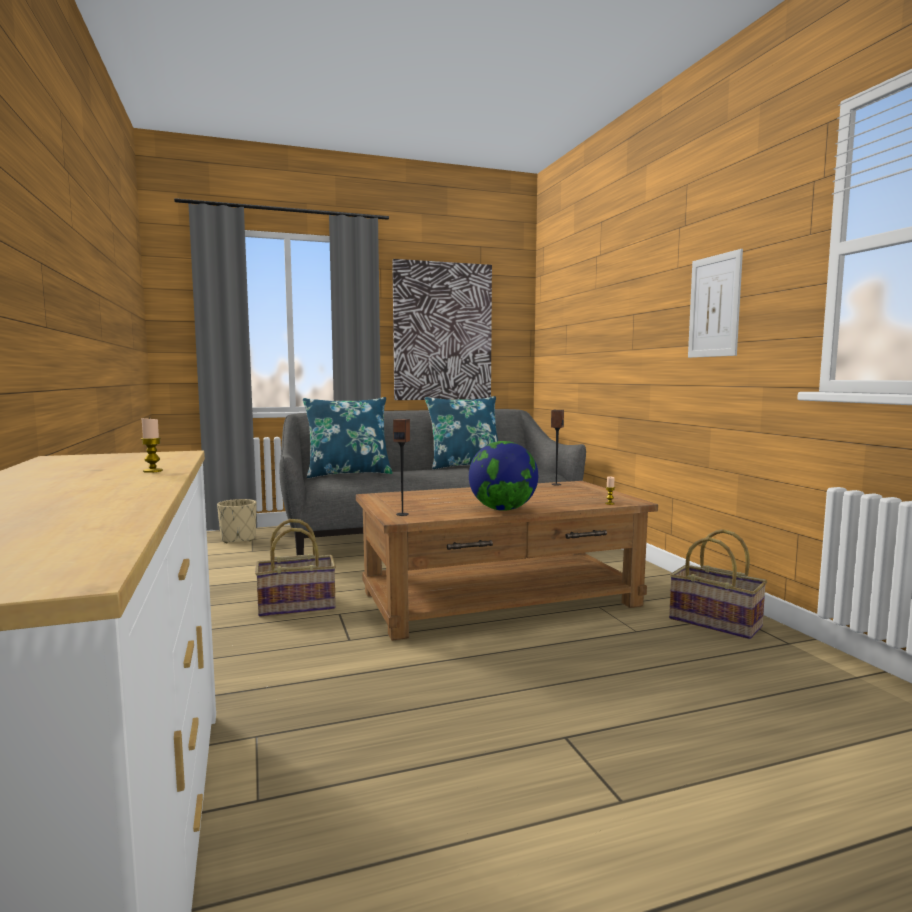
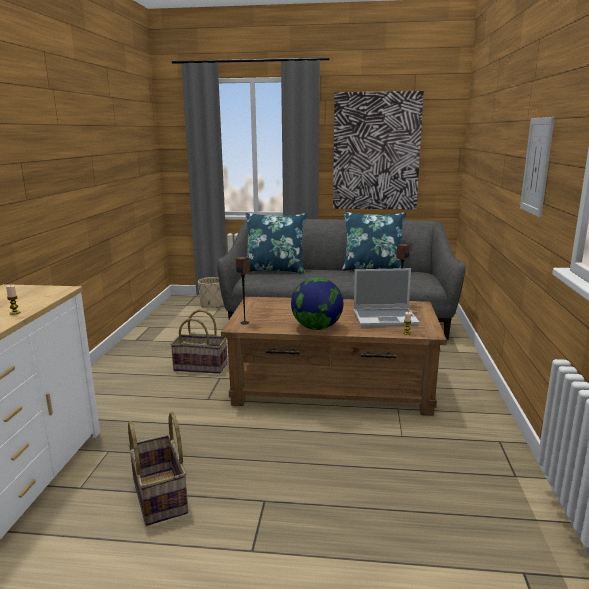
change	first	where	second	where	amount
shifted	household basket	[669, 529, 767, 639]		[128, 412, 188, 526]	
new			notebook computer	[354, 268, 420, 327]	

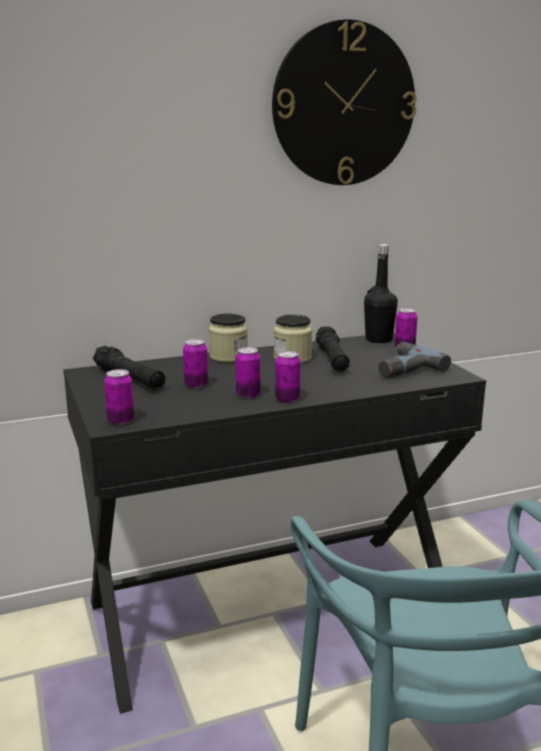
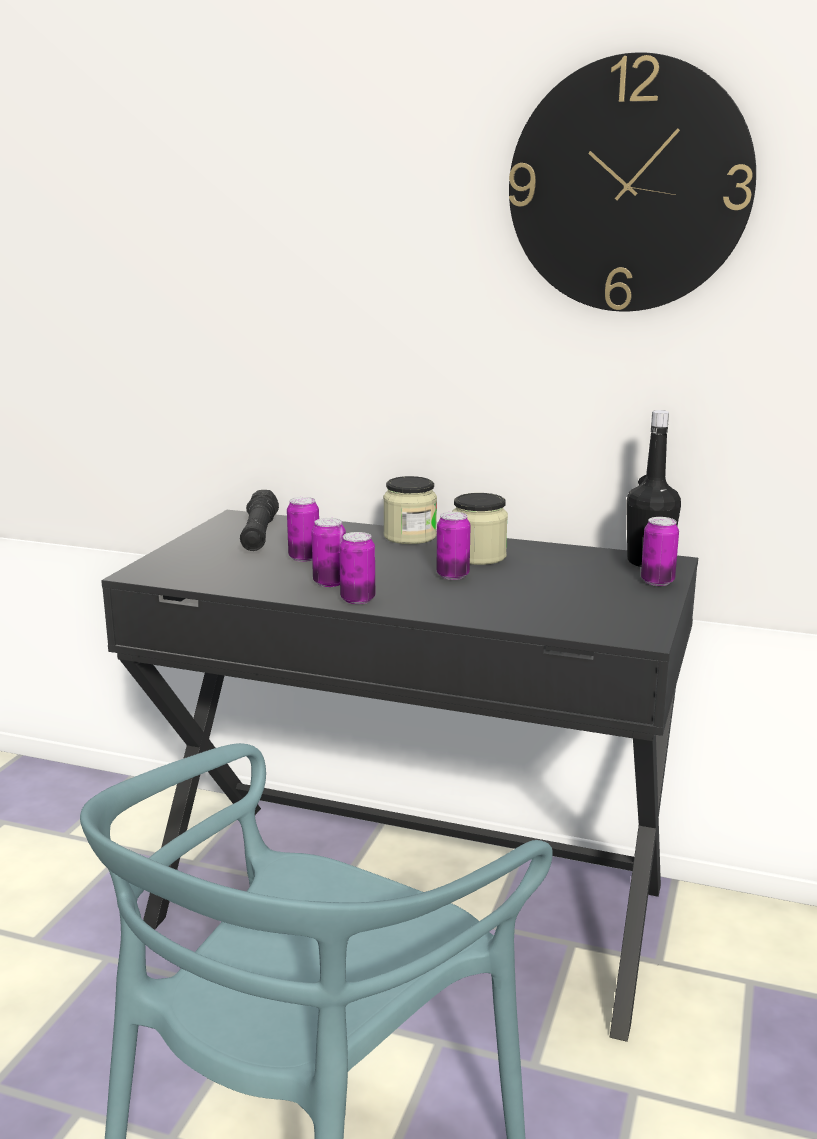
change	first	where	second	where	amount
shifted	metal can	[104, 369, 134, 425]		[437, 512, 471, 580]	
gone	black-coloured flashlight	[316, 327, 350, 372]			
gone	power drill	[379, 342, 451, 378]			

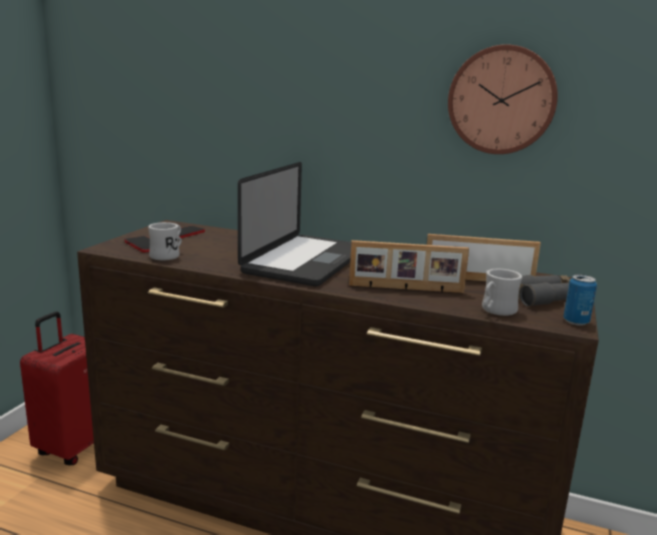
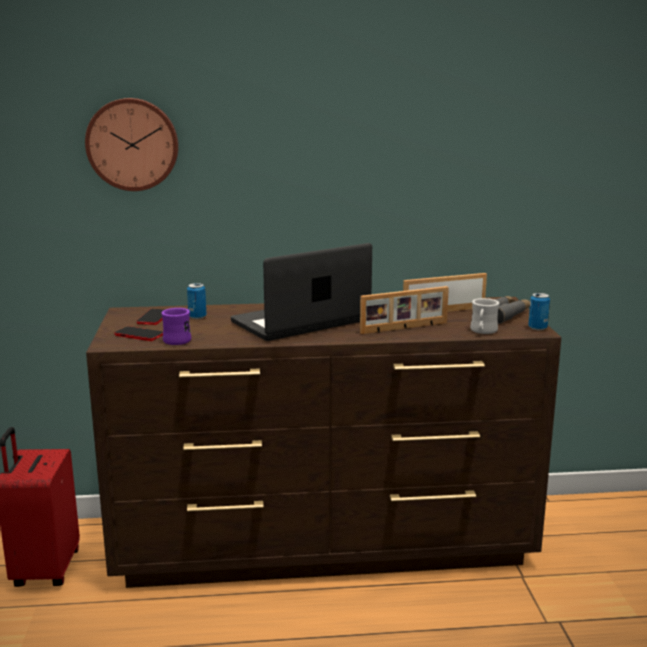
change	first	where	second	where	amount
shifted	wall clock	[448, 45, 558, 154]		[85, 98, 179, 191]	
repainted	whitish mug	[148, 222, 182, 260]	purplish mug	[161, 308, 191, 345]	
new			metal can	[187, 283, 206, 319]	
rotated	notebook computer	[238, 162, 351, 287]		[231, 243, 372, 341]	120 degrees counterclockwise

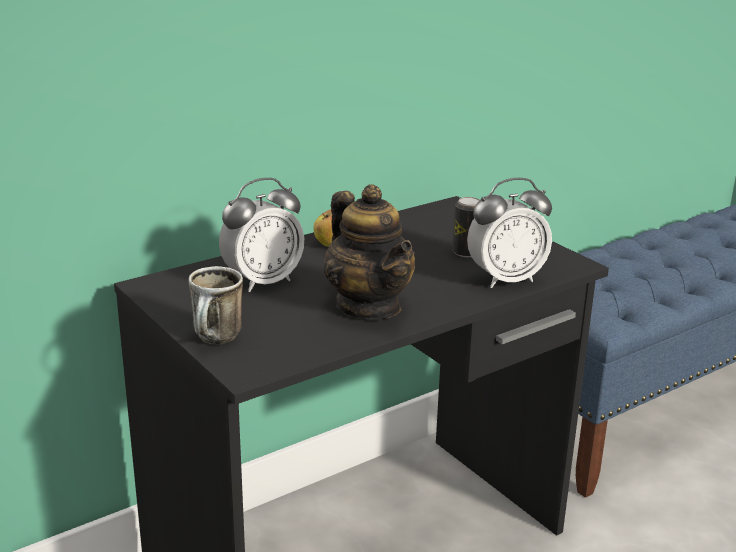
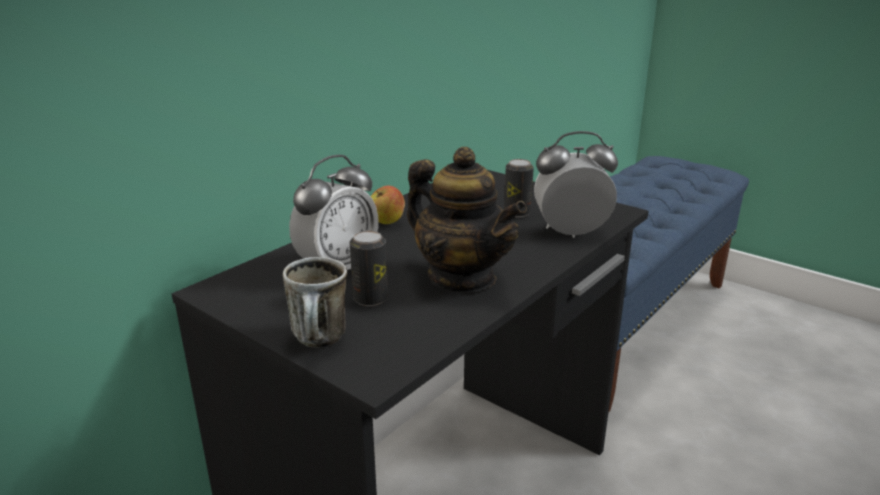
change	first	where	second	where	amount
new			metal can	[349, 230, 388, 306]	
rotated	bedside clock	[467, 178, 552, 288]		[534, 131, 618, 238]	150 degrees counterclockwise

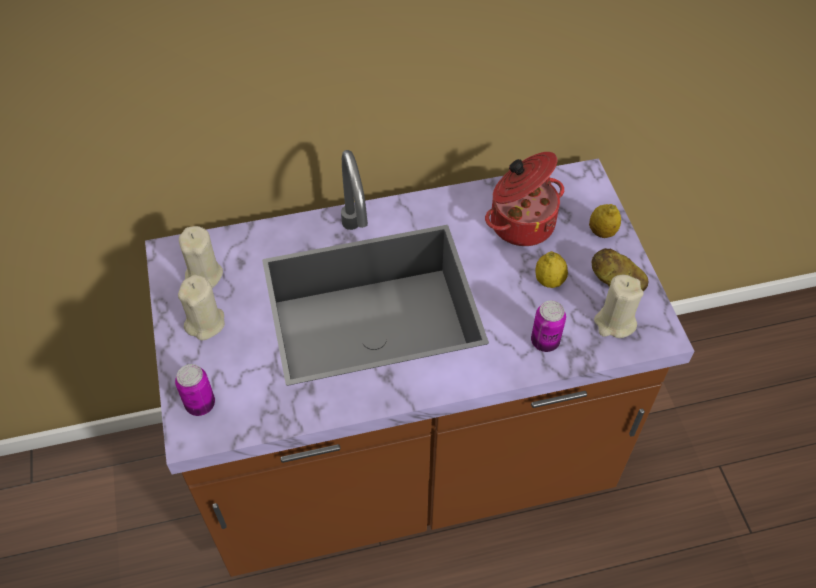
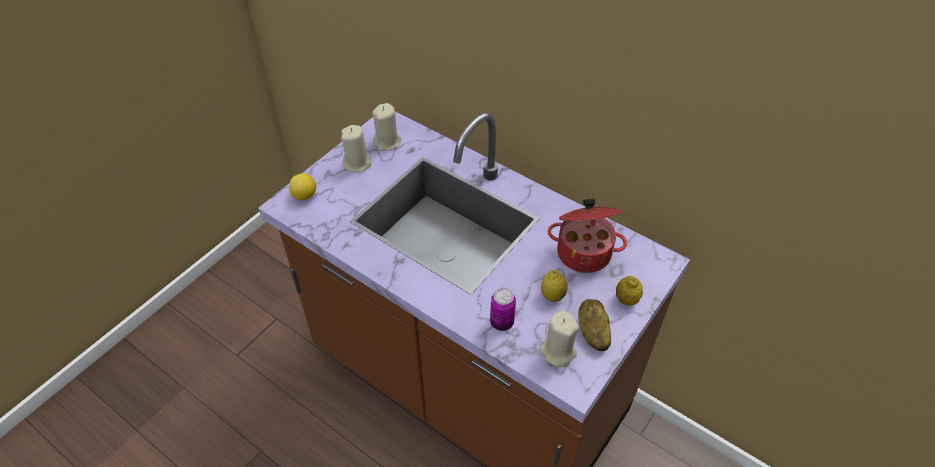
change	first	where	second	where	amount
swapped	metal can	[175, 364, 215, 416]	citrus fruit	[289, 173, 316, 200]	

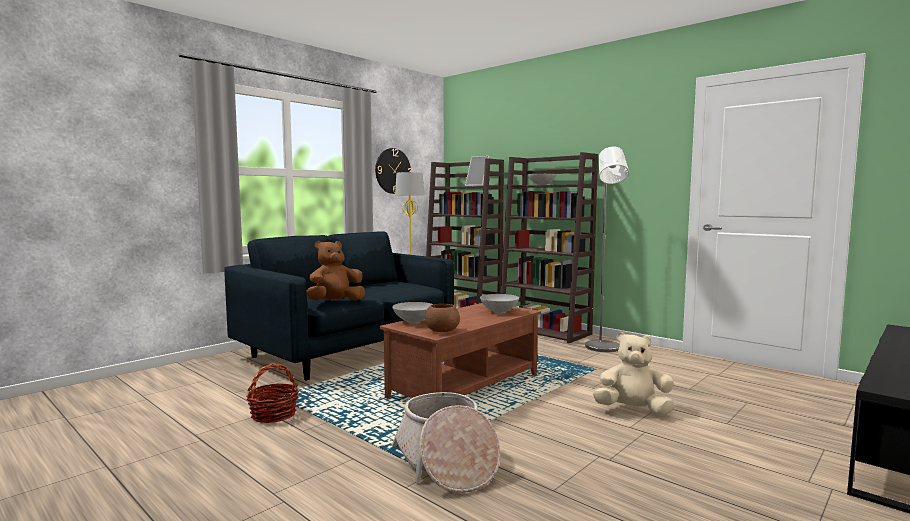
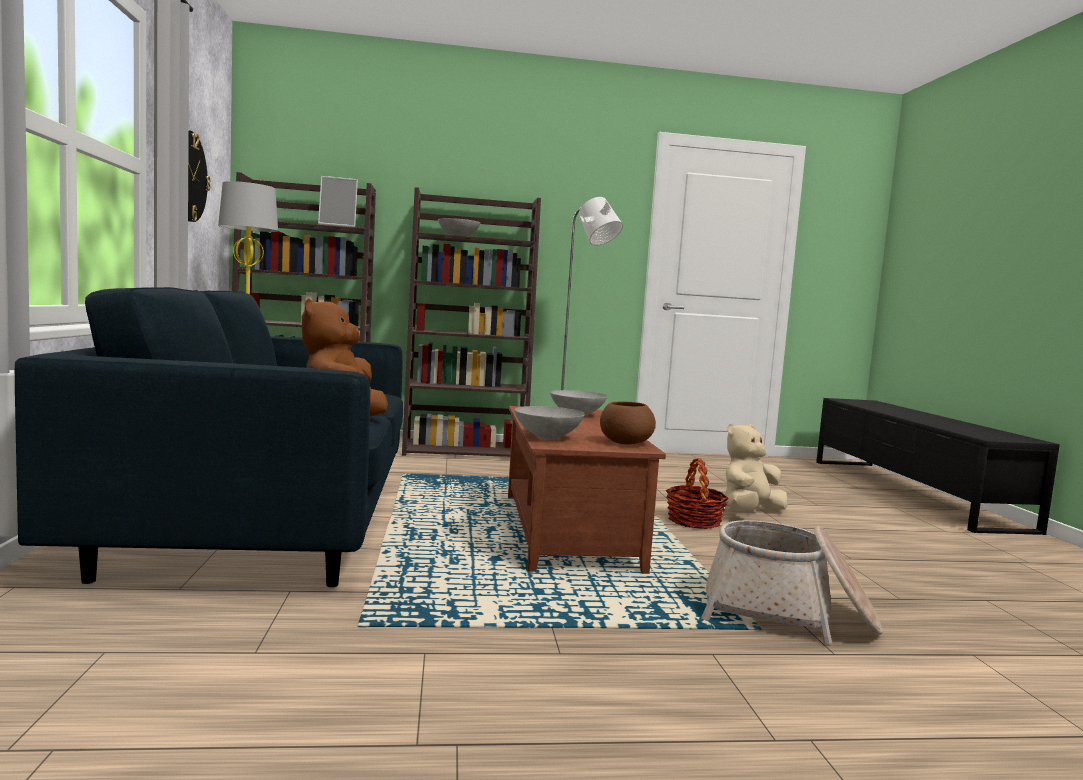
change	first	where	second	where	amount
shifted	household basket	[246, 363, 299, 423]		[666, 458, 729, 529]	

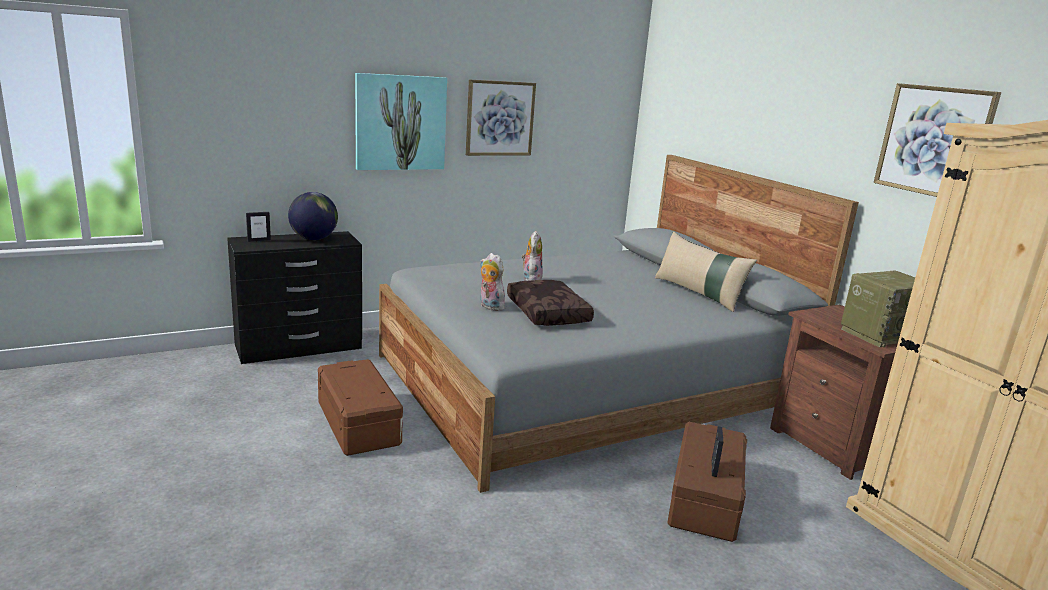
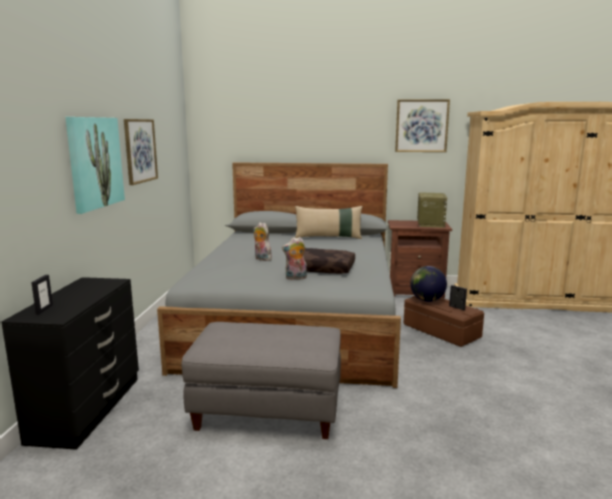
change	first	where	second	where	amount
swapped	brownish storage box	[318, 359, 403, 456]	greyish pouffe	[181, 322, 341, 439]	
shifted	globe	[288, 192, 338, 240]		[410, 266, 447, 302]	

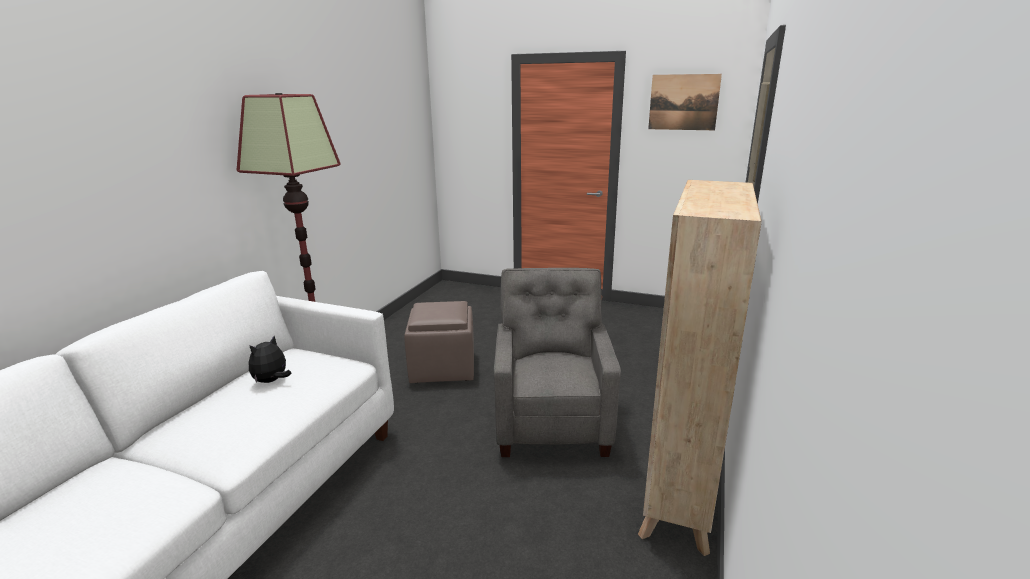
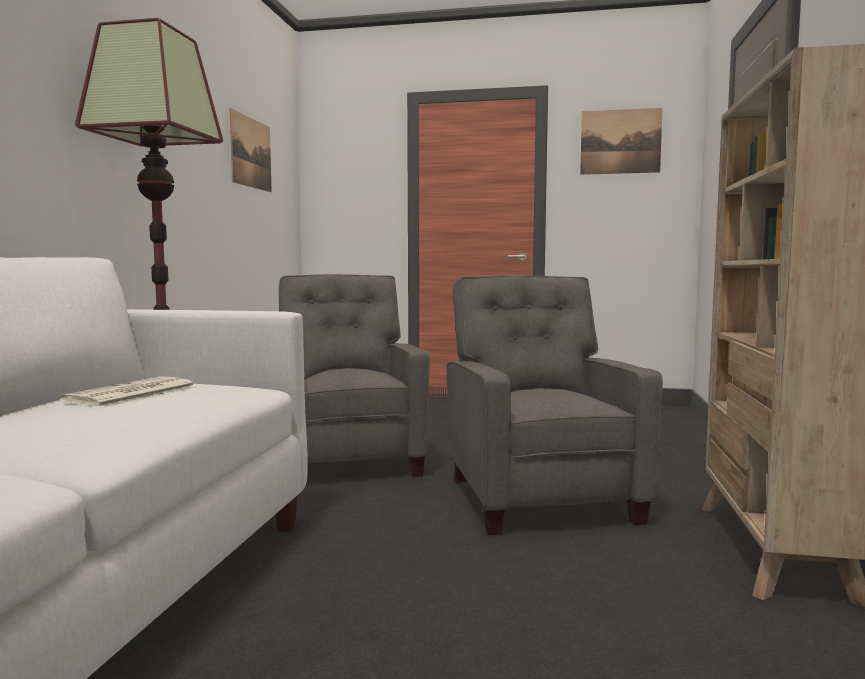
change	first	where	second	where	amount
swapped	soft toy	[249, 336, 291, 383]	daily paper	[60, 376, 196, 408]	
new			picture	[230, 108, 272, 192]	
swapped	brownish pouffe	[404, 301, 474, 383]	greyish armchair	[279, 274, 430, 477]	

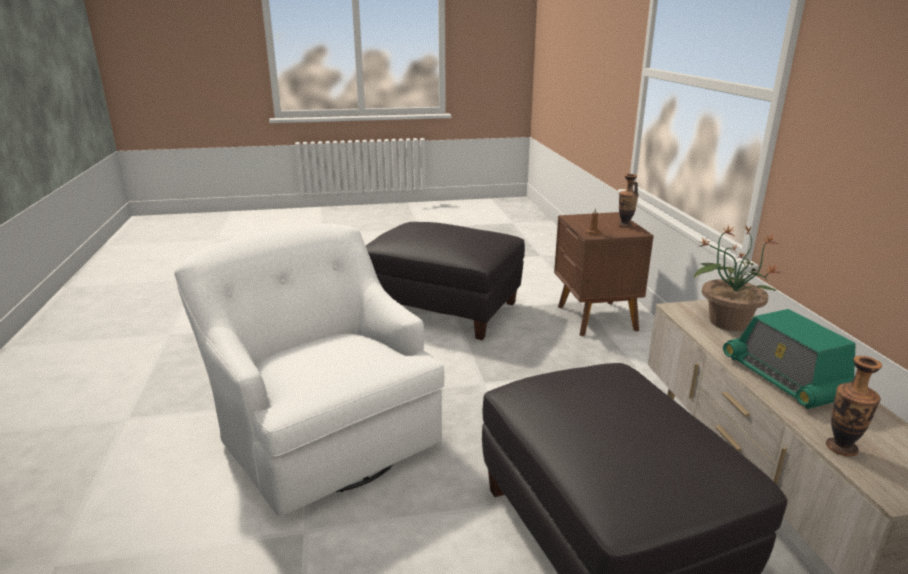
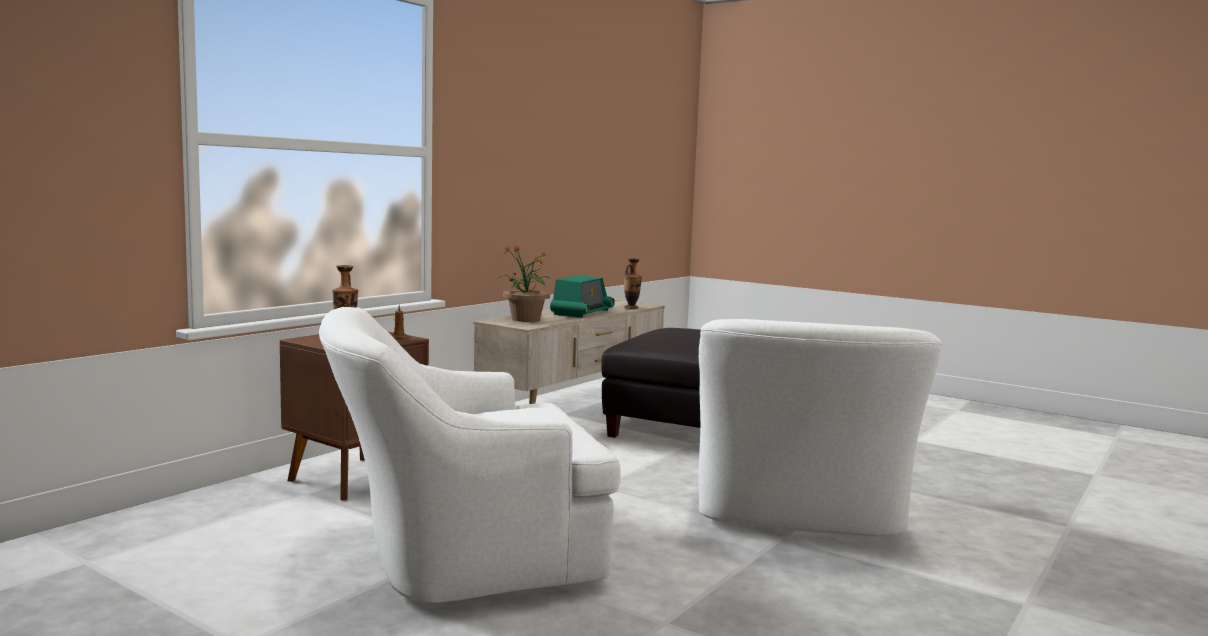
change	first	where	second	where	amount
swapped	black-coloured pouffe	[366, 222, 525, 340]	whitish armchair	[319, 307, 621, 603]	

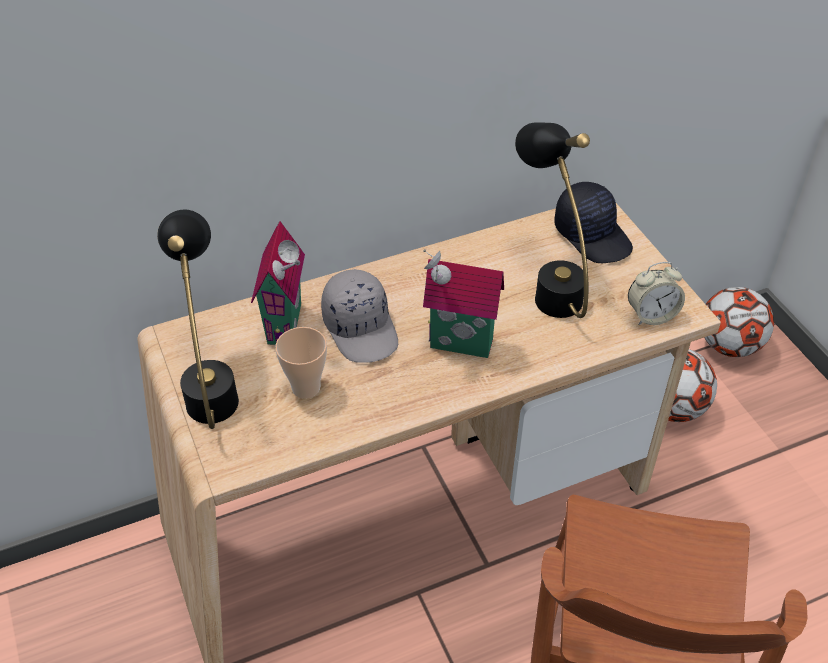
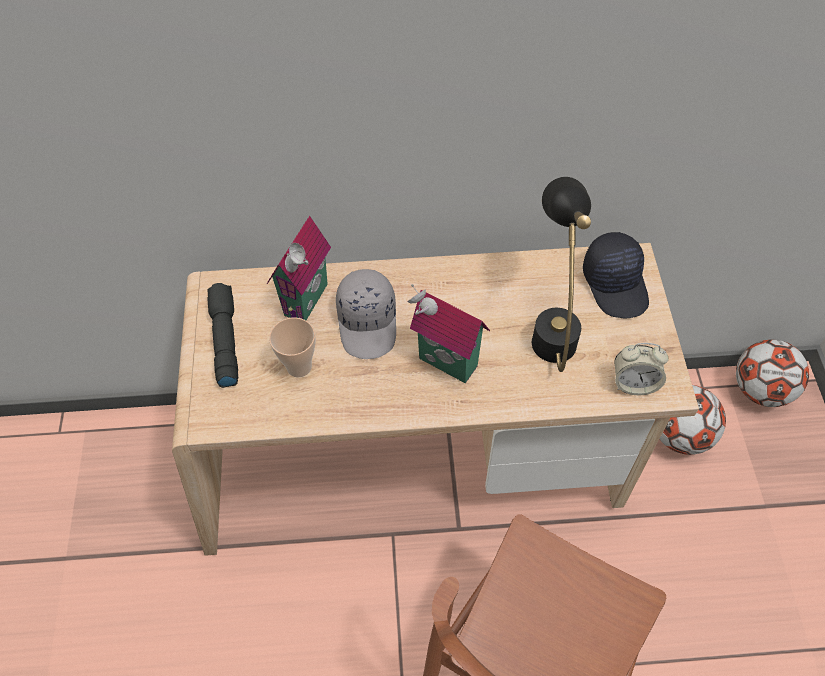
change	first	where	second	where	amount
swapped	black-coloured table lamp	[157, 210, 239, 429]	black-coloured flashlight	[207, 283, 238, 388]	

